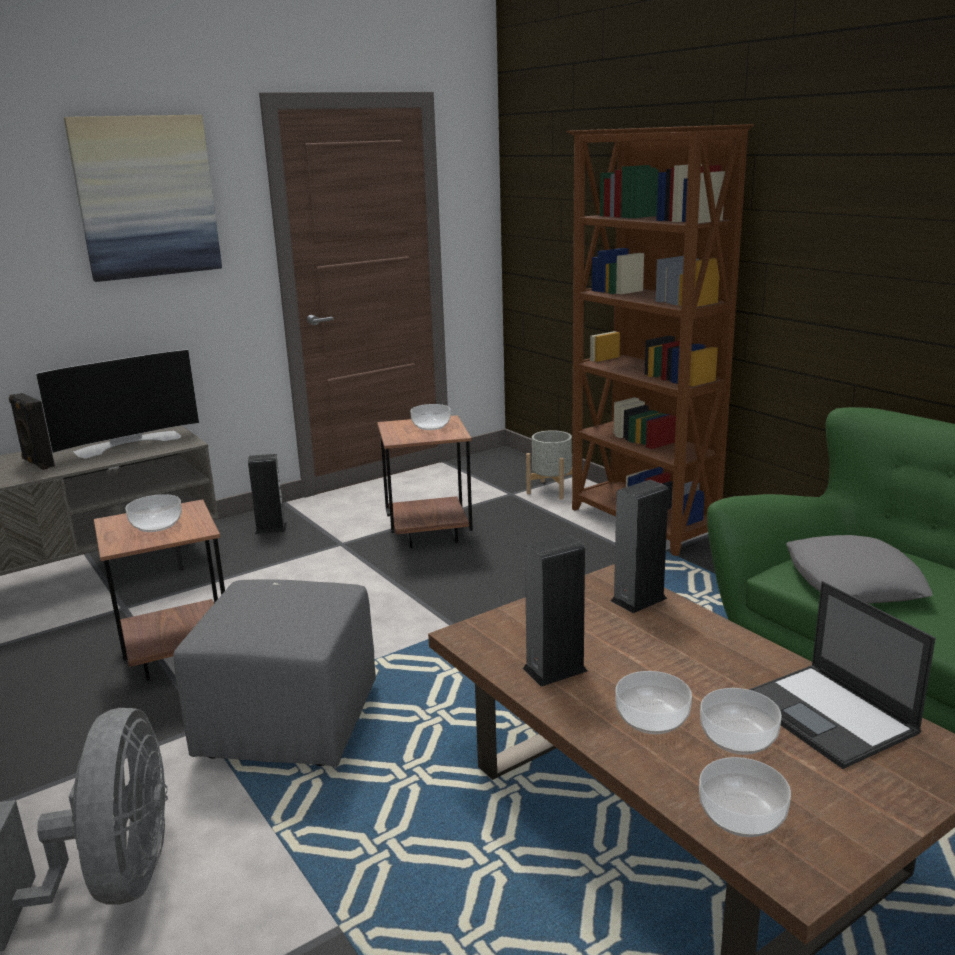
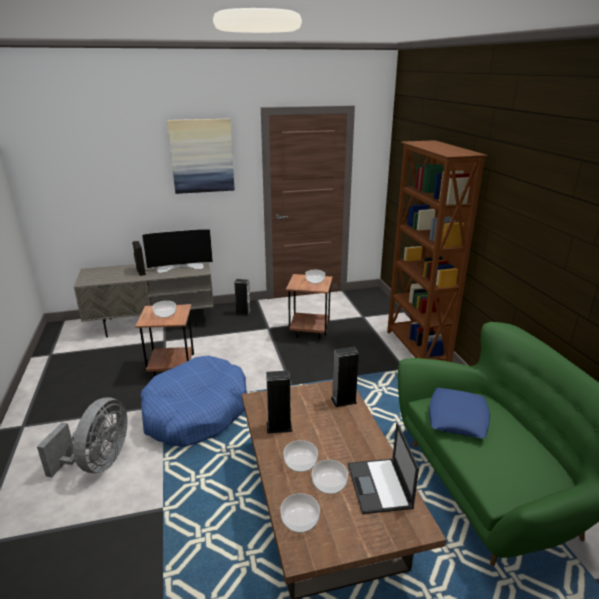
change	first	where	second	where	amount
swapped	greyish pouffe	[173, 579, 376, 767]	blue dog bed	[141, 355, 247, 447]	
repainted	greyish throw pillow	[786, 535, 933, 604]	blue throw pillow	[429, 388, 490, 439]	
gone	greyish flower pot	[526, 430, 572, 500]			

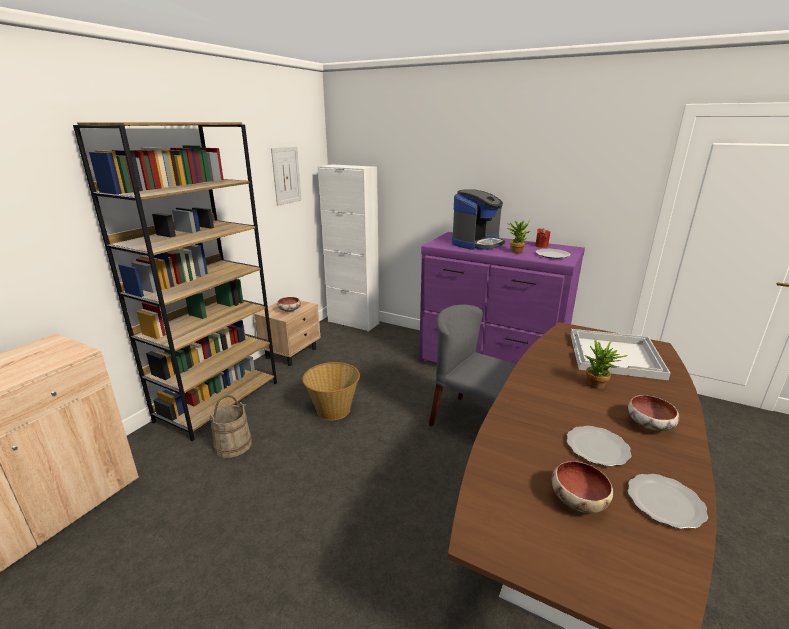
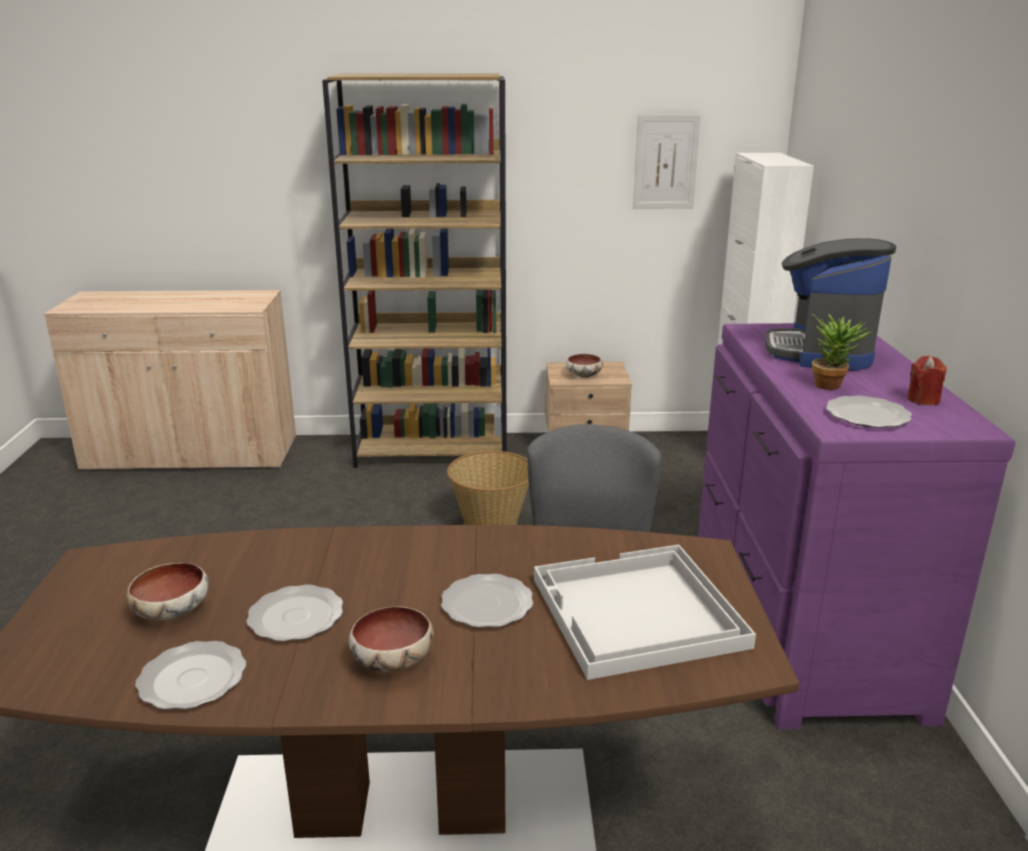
change	first	where	second	where	amount
swapped	potted plant	[585, 338, 628, 389]	plate	[441, 574, 533, 628]	
rotated	coffee maker	[452, 189, 505, 250]		[765, 238, 896, 370]	90 degrees clockwise
gone	beige bucket	[208, 395, 252, 458]			

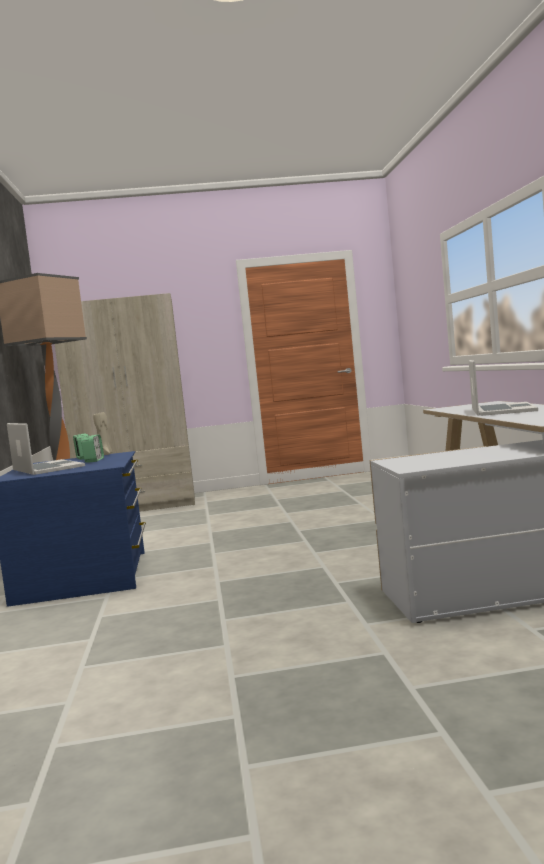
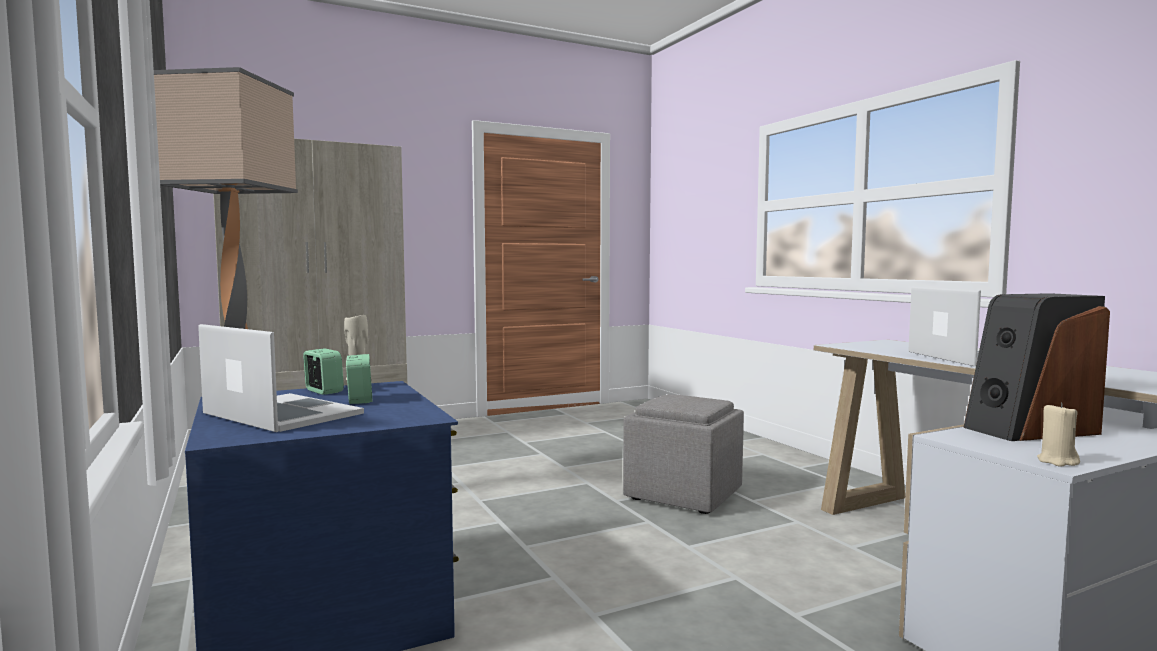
change	first	where	second	where	amount
new			greyish pouffe	[623, 394, 744, 514]	
new			audio speaker	[963, 293, 1110, 441]	
new			beige wax light	[1037, 403, 1080, 466]	

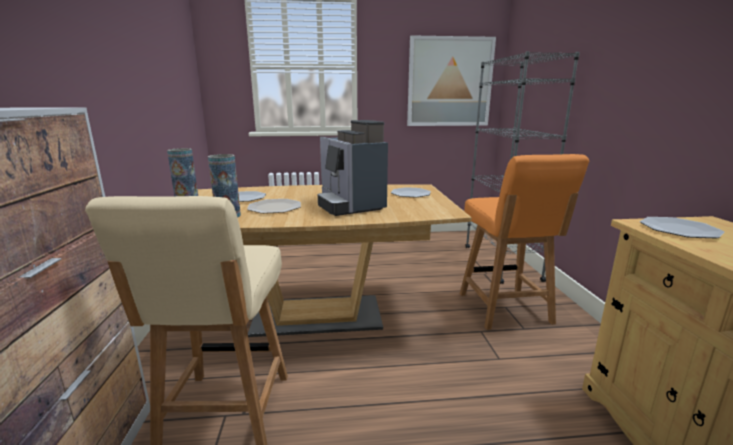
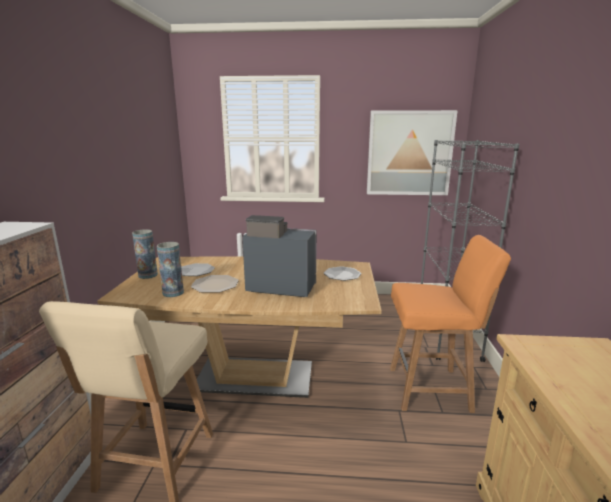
change	first	where	second	where	amount
rotated	coffee maker	[318, 120, 388, 216]		[242, 215, 317, 297]	120 degrees clockwise
rotated	orange-coloured upright chair	[460, 154, 589, 330]		[390, 235, 511, 413]	90 degrees counterclockwise
gone	plate	[640, 217, 725, 238]			

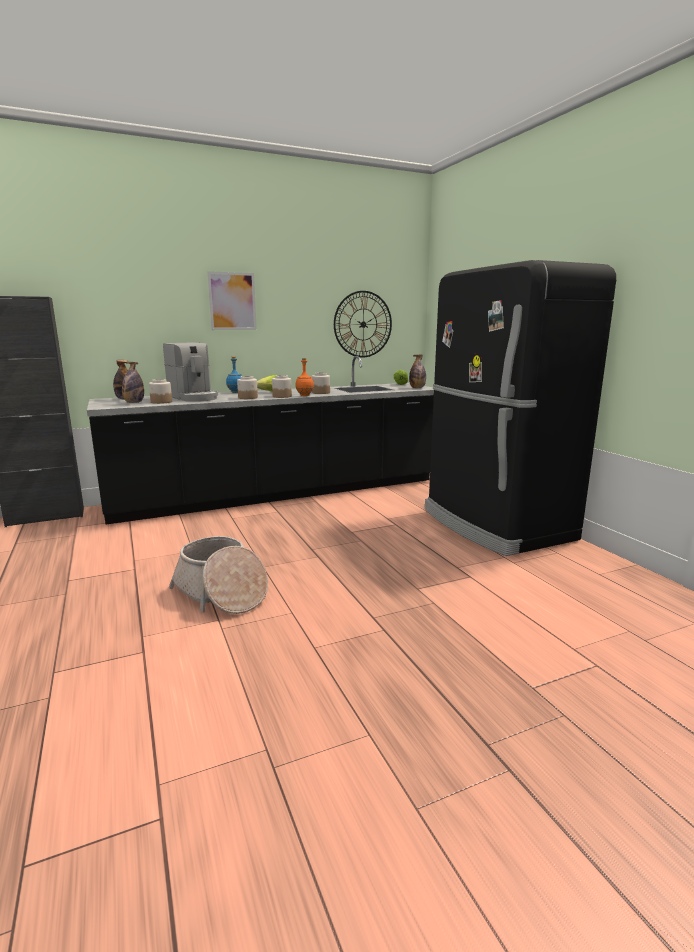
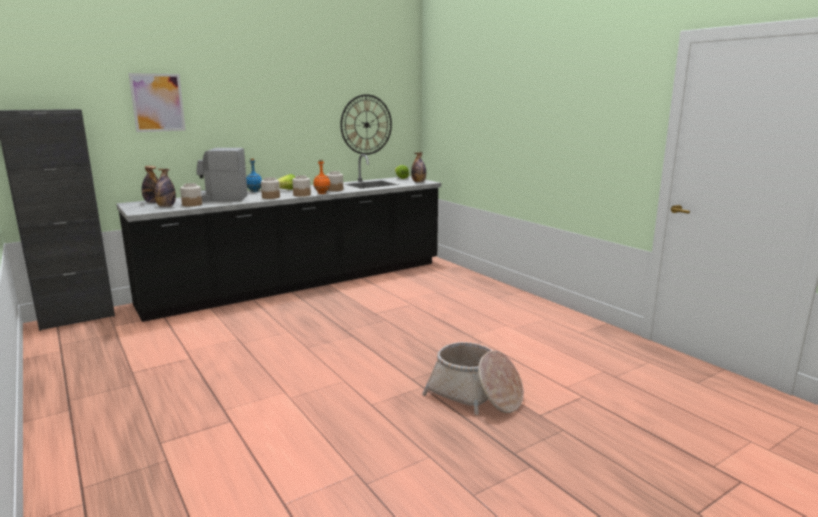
change	first	where	second	where	amount
shifted	picture	[207, 271, 257, 330]		[129, 73, 186, 132]	
rotated	coffee maker	[163, 342, 218, 402]		[197, 148, 248, 202]	135 degrees clockwise
shifted	household basket	[169, 536, 268, 614]		[422, 342, 524, 415]	
gone	black-coloured fridge	[425, 260, 616, 556]			

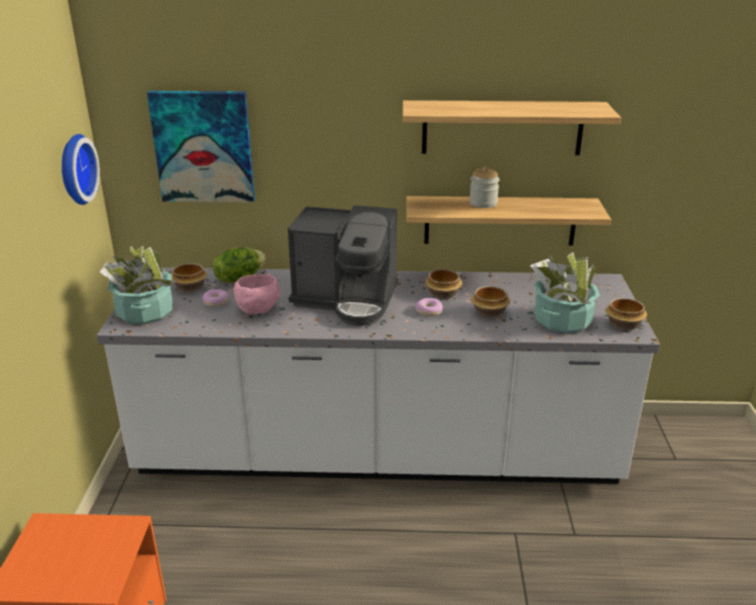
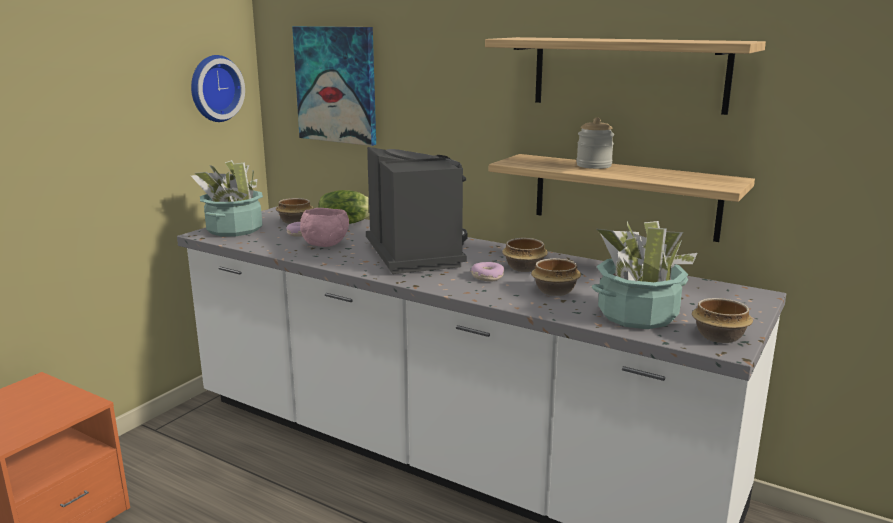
change	first	where	second	where	amount
rotated	coffee maker	[288, 205, 398, 326]		[366, 147, 468, 274]	150 degrees counterclockwise

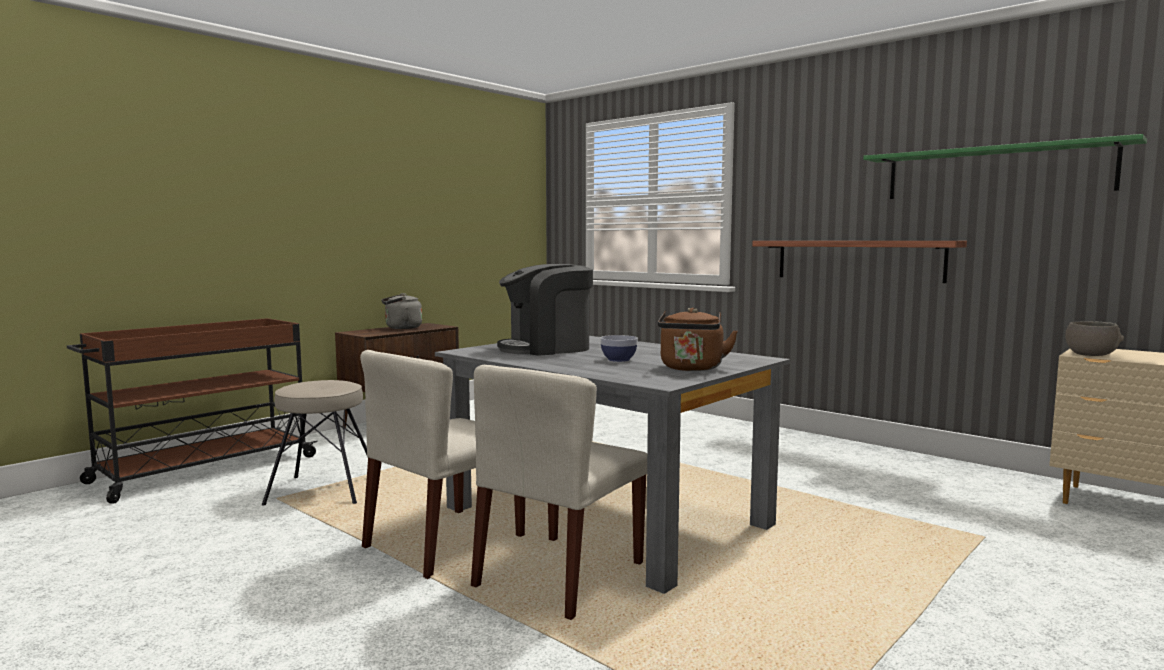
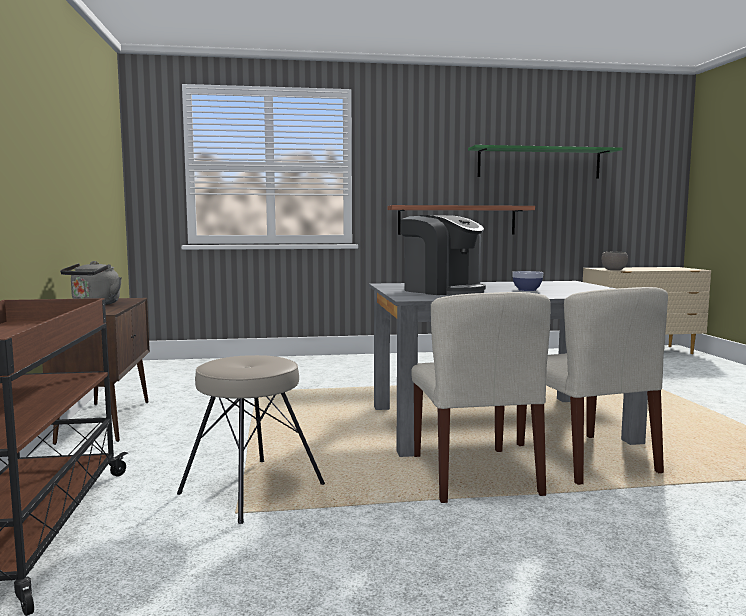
change	first	where	second	where	amount
rotated	coffee maker	[497, 264, 593, 356]		[400, 215, 486, 295]	60 degrees counterclockwise
gone	brownish kettle	[658, 308, 738, 371]			

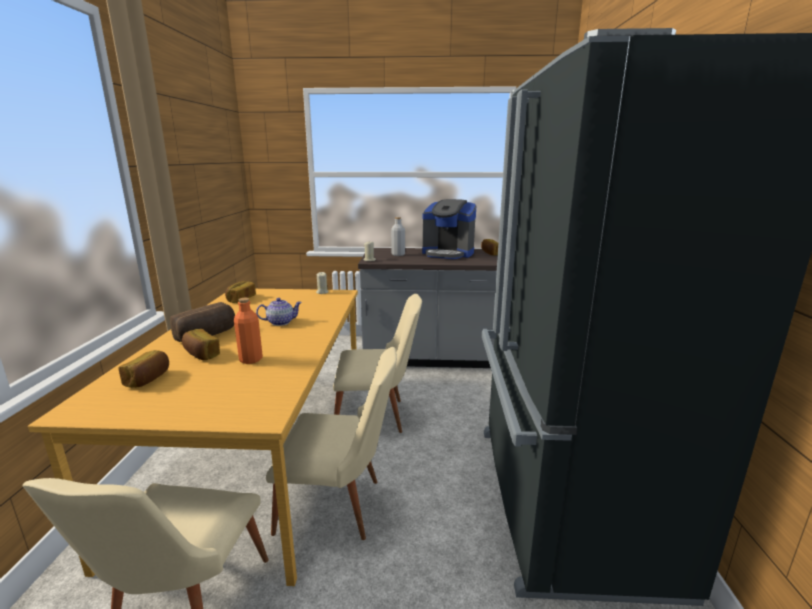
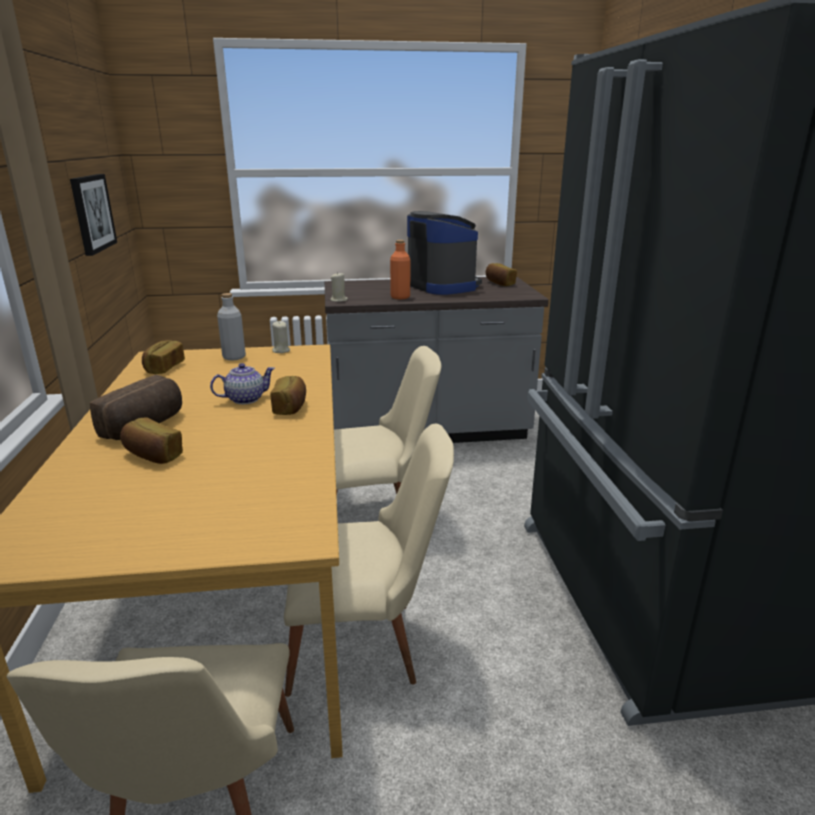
change	first	where	second	where	amount
new			picture	[70, 174, 117, 256]	
shifted	greyish drink bottle	[391, 217, 405, 256]		[217, 293, 246, 361]	
shifted	bread	[118, 350, 169, 388]		[270, 376, 306, 415]	
shifted	orange-coloured drink bottle	[234, 298, 263, 364]		[390, 240, 410, 299]	
rotated	coffee maker	[422, 199, 476, 259]		[407, 211, 482, 295]	135 degrees counterclockwise

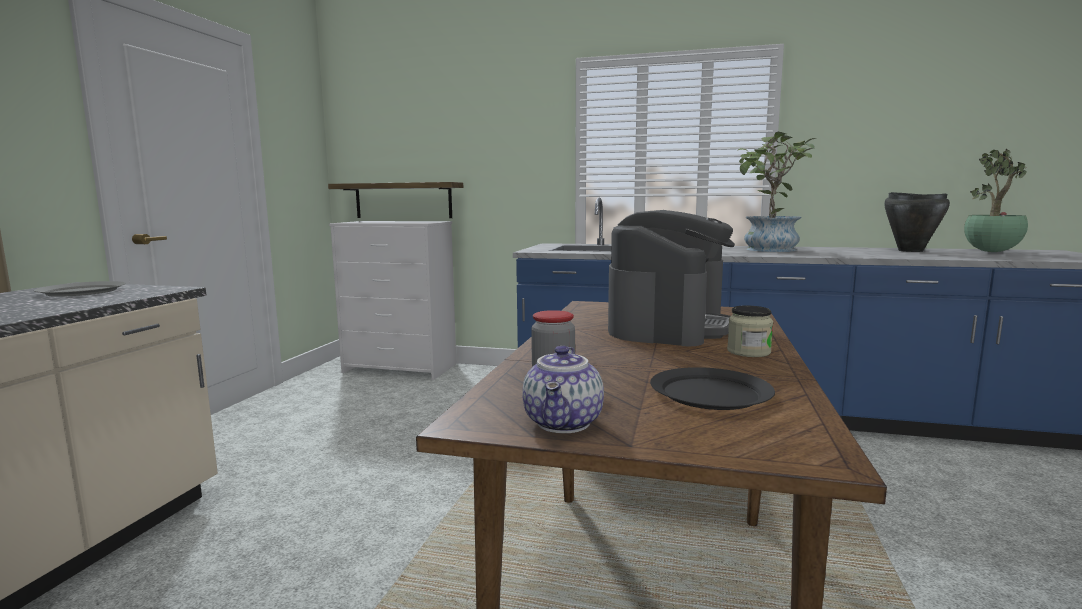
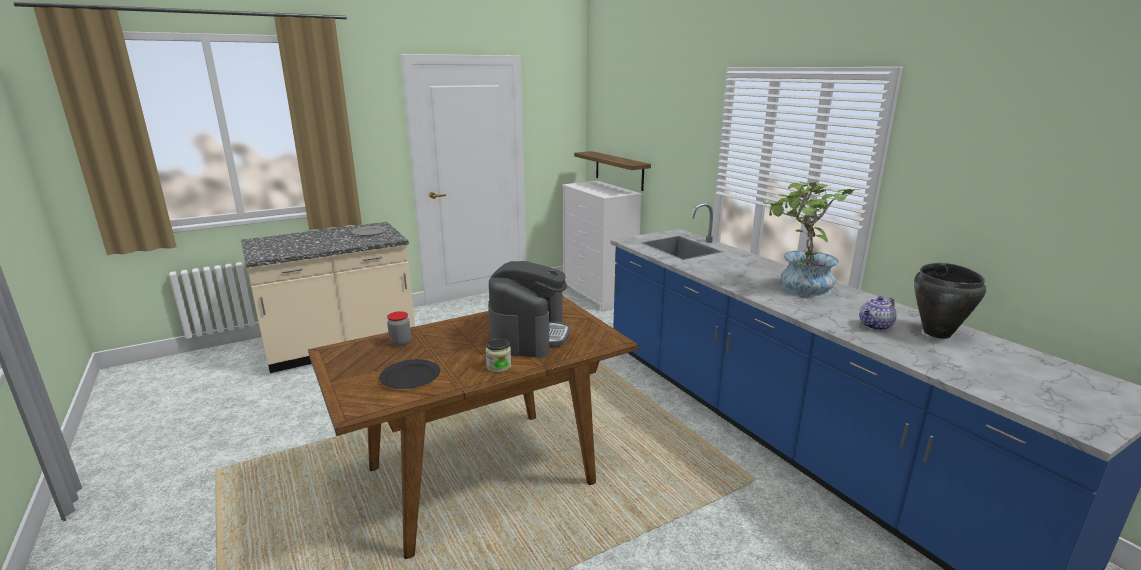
change	first	where	second	where	amount
rotated	coffee maker	[608, 210, 735, 346]		[488, 261, 570, 358]	60 degrees counterclockwise
shifted	tea pot	[522, 345, 604, 433]		[860, 296, 897, 331]	
gone	potted plant	[964, 149, 1028, 252]			

